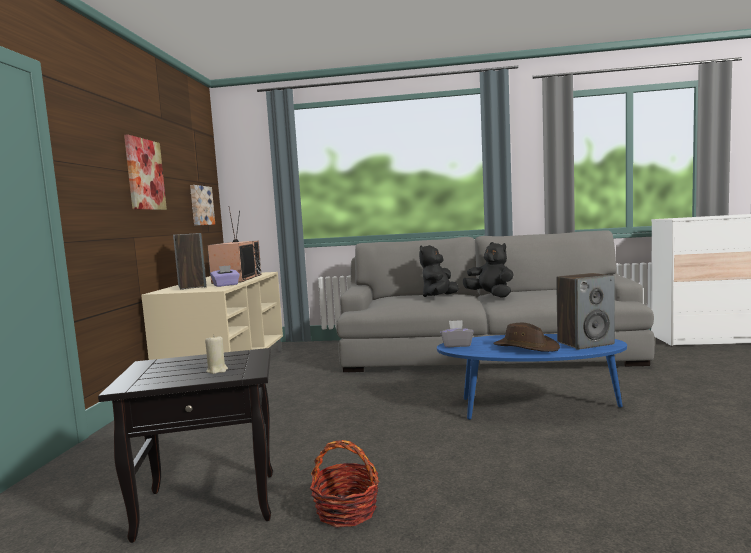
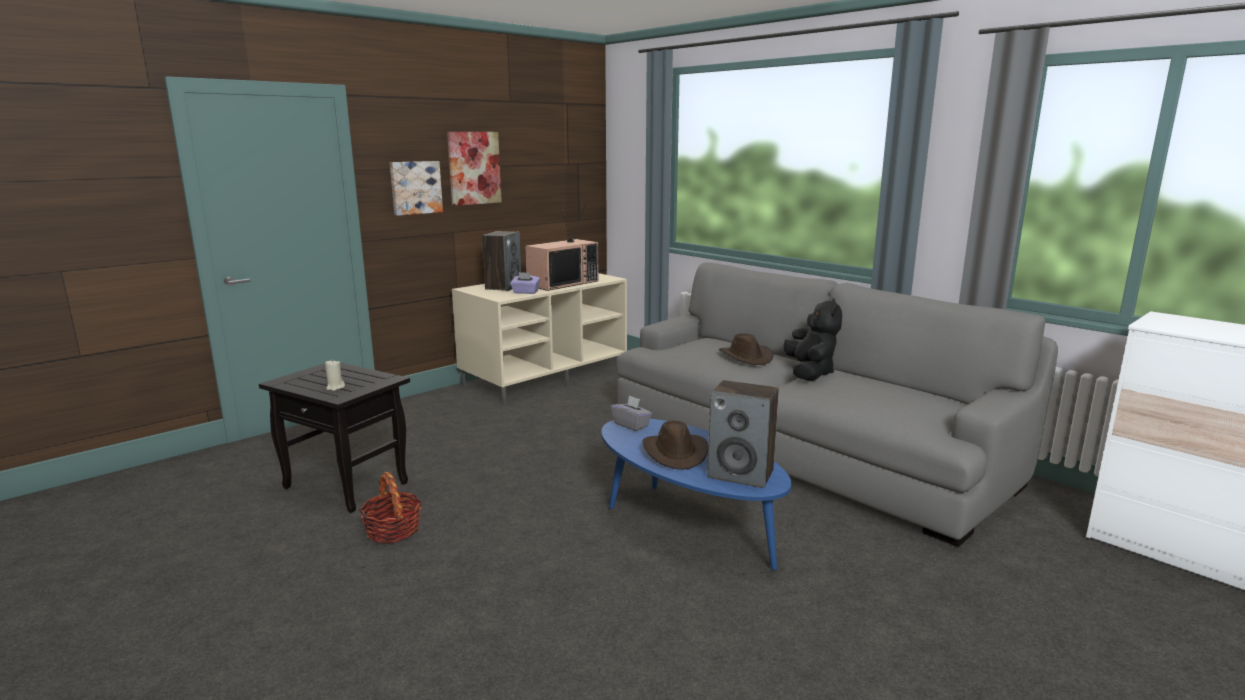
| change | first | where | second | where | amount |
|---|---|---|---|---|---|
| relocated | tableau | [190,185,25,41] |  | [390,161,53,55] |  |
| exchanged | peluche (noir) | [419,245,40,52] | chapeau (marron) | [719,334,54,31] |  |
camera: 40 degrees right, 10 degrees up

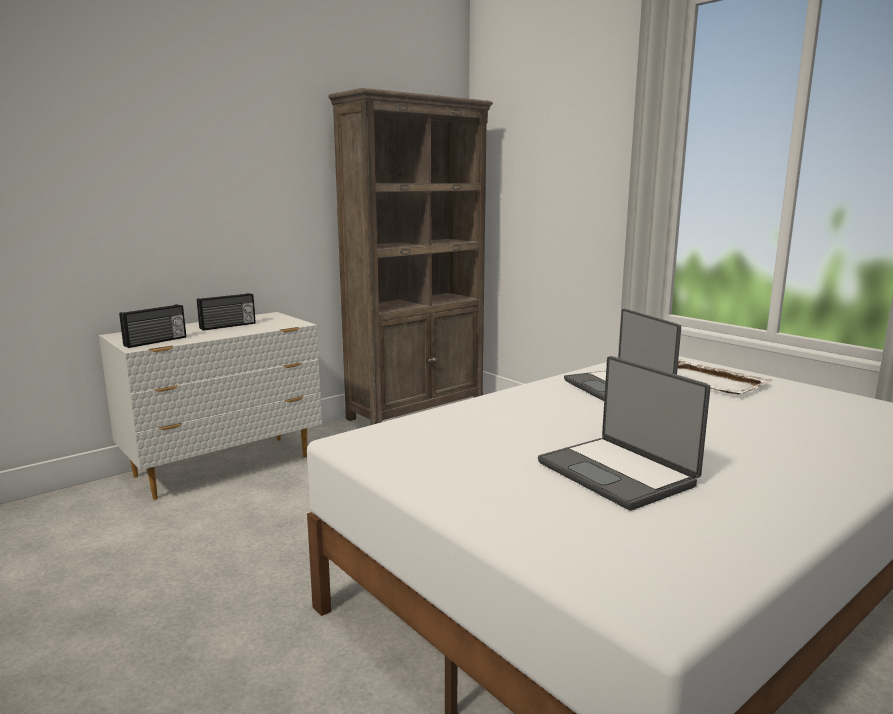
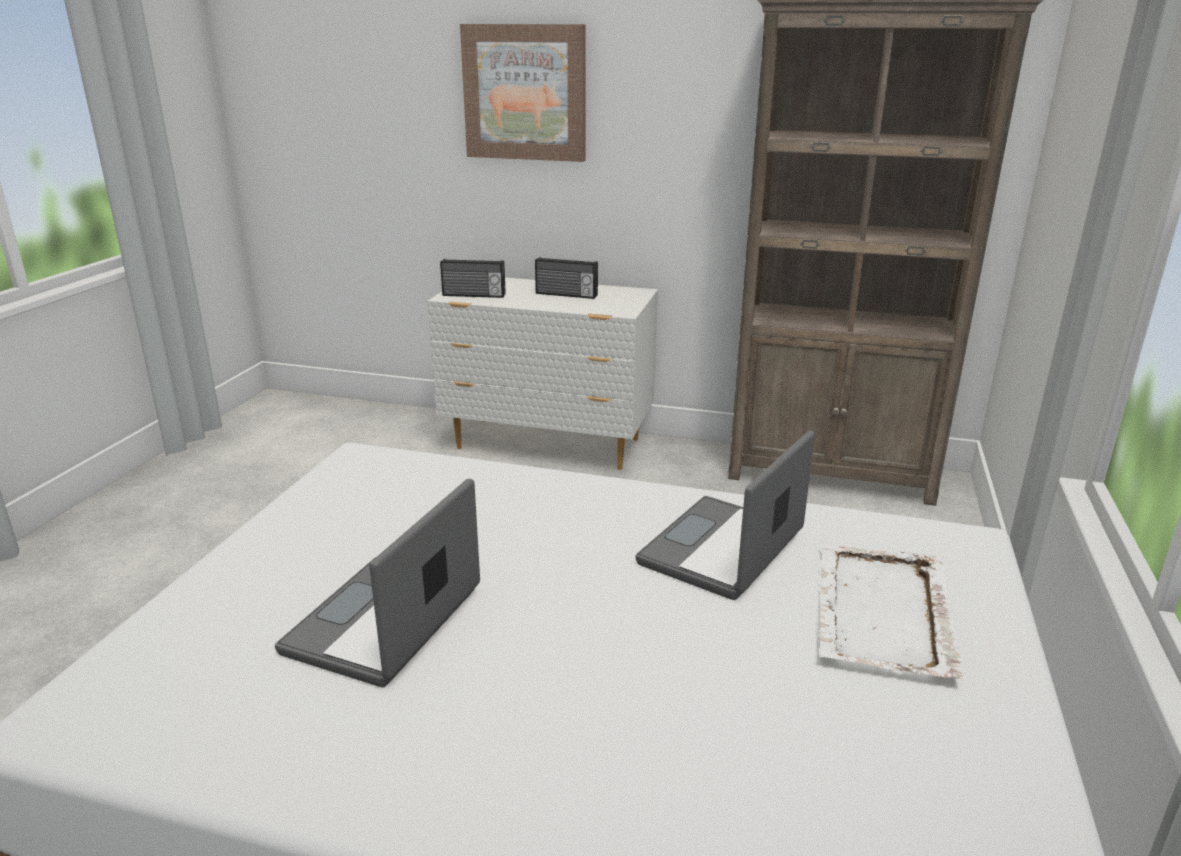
| change | first | where | second | where | amount |
|---|---|---|---|---|---|
| appeared |  |  | tableau | [460,24,126,138] |  |
camera: 55 degrees right, 10 degrees up

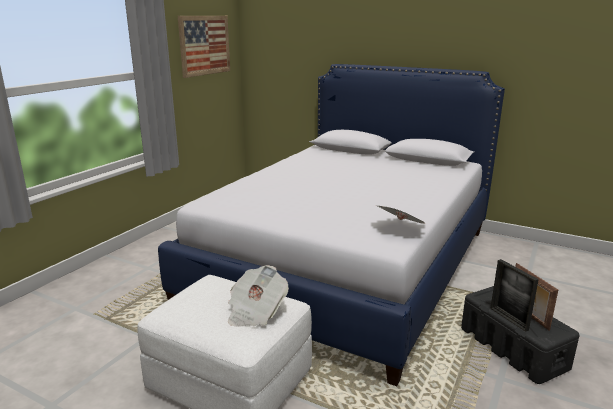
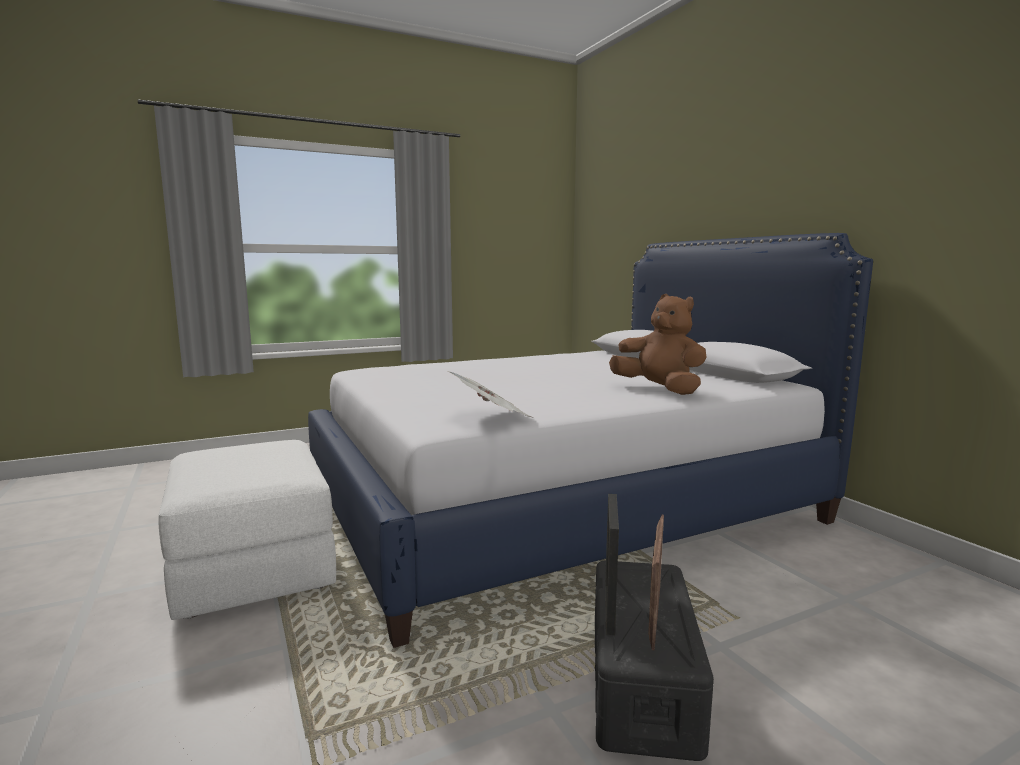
| change | first | where | second | where | amount |
|---|---|---|---|---|---|
| missing | tableau | [178,16,52,62] |  |  |  |
| missing | journal | [228,265,61,62] |  |  |  |
| appeared |  |  | peluche (marron) | [609,294,98,101] |  |
camera: 35 degrees right, 10 degrees down

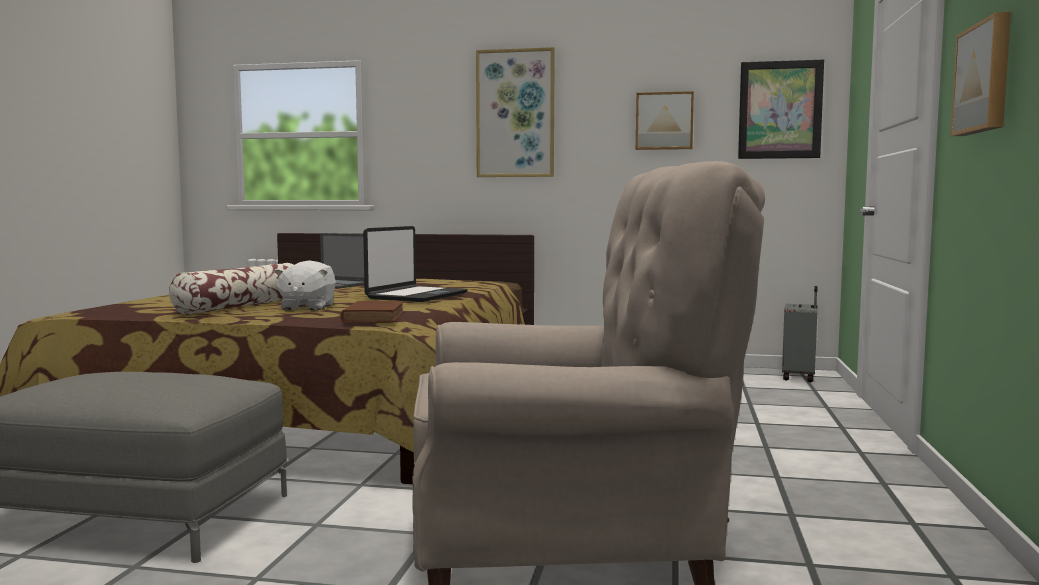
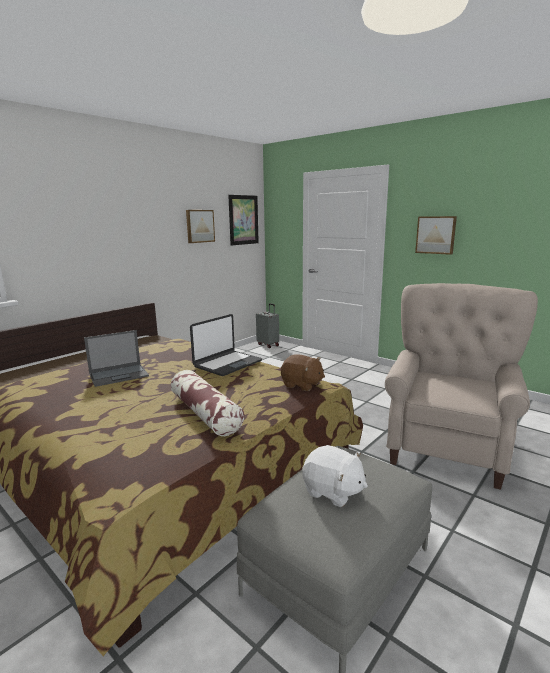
| change | first | where | second | where | amount |
|---|---|---|---|---|---|
| relocated | peluche (blanc) | [274,260,62,51] |  | [302,445,66,62] |  |
| exchanged | livre (marron) | [341,301,63,22] | peluche (marron) | [281,354,44,37] |  |
| spun | ordinateur portable | [363,226,105,76] |  | [190,314,72,62] | 75 degrees clockwise |
| missing | tableau | [476,47,79,130] |  |  |  |
camera: 60 degrees left, 10 degrees up

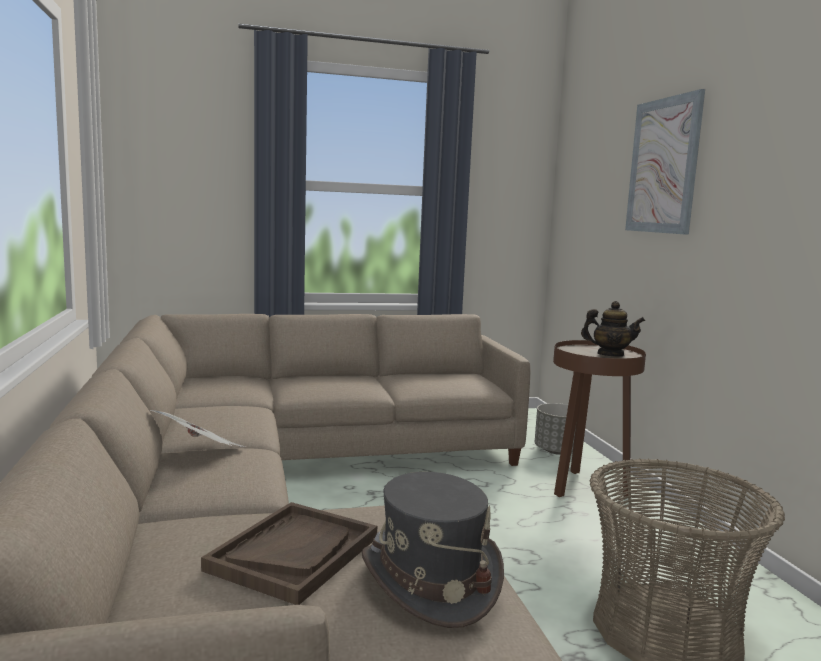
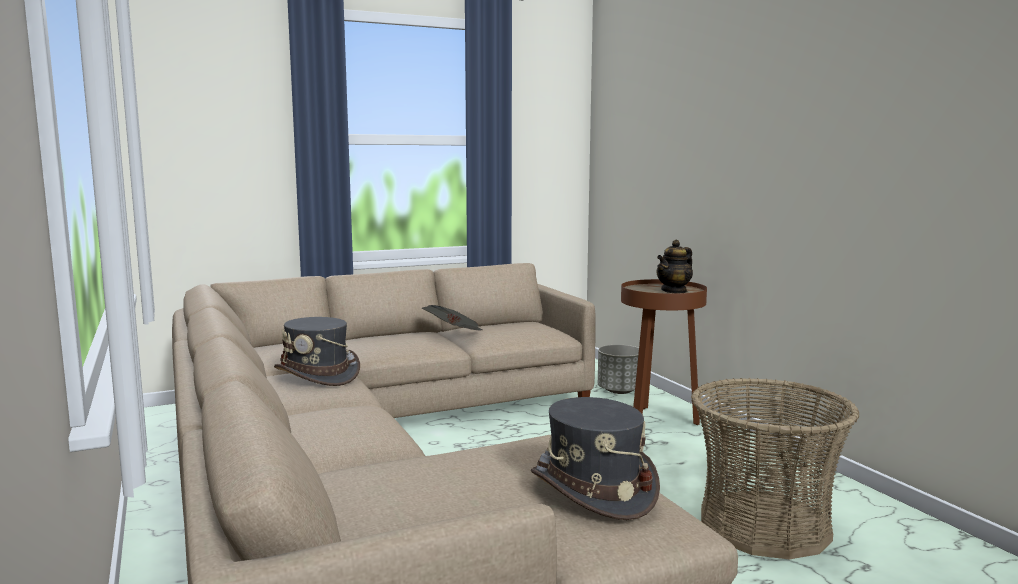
| change | first | where | second | where | amount |
|---|---|---|---|---|---|
| relocated | journal | [149,410,98,37] |  | [422,305,61,25] |  |
| missing | plateau (marron) | [201,502,176,103] |  |  |  |
| spun | théière | [581,301,64,56] |  | [656,240,37,54] | 135 degrees clockwise |
| missing | tableau | [625,89,80,146] |  |  |  |
| appeared |  |  | chapeau (gris) | [274,317,86,69] |  |
camera: 10 degrees left, 0 degrees up

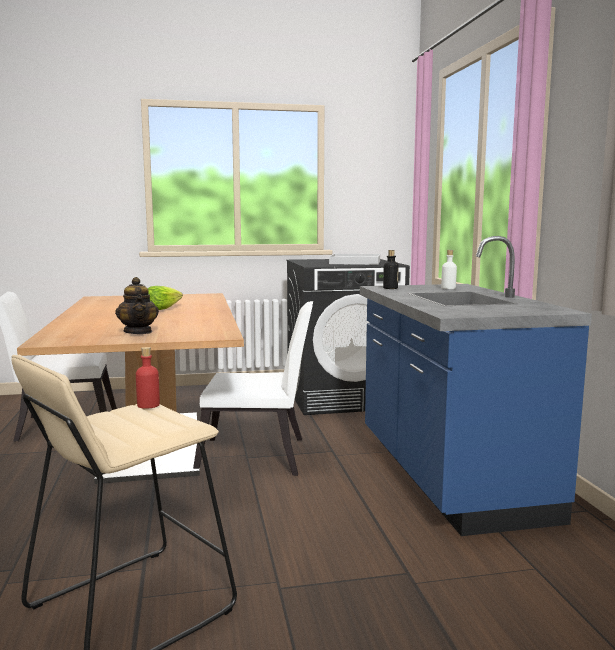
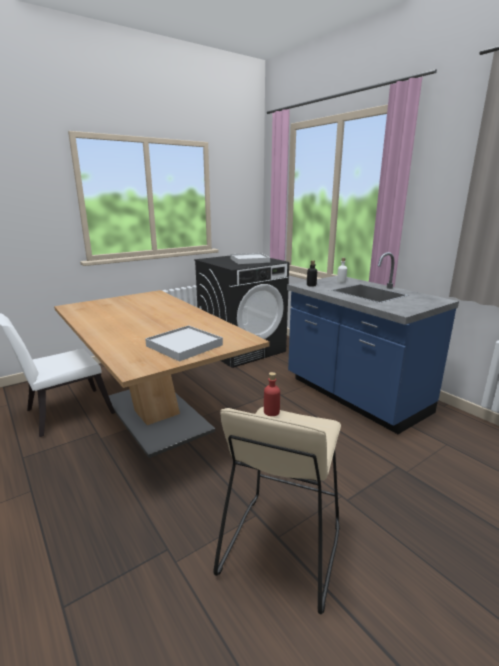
| change | first | where | second | where | amount |
|---|---|---|---|---|---|
| exchanged | théière | [115,277,44,57] | plateau (blanc) | [145,325,78,37] |  |
| missing | laitue | [148,286,35,24] |  |  |  |
| missing | chaise (blanc) | [193,301,120,175] |  |  |  |
camera: 25 degrees left, 10 degrees up

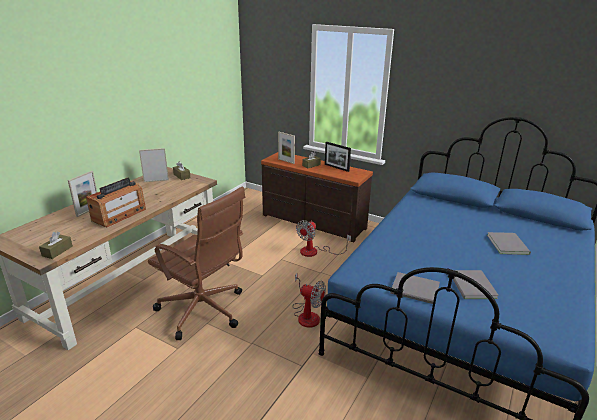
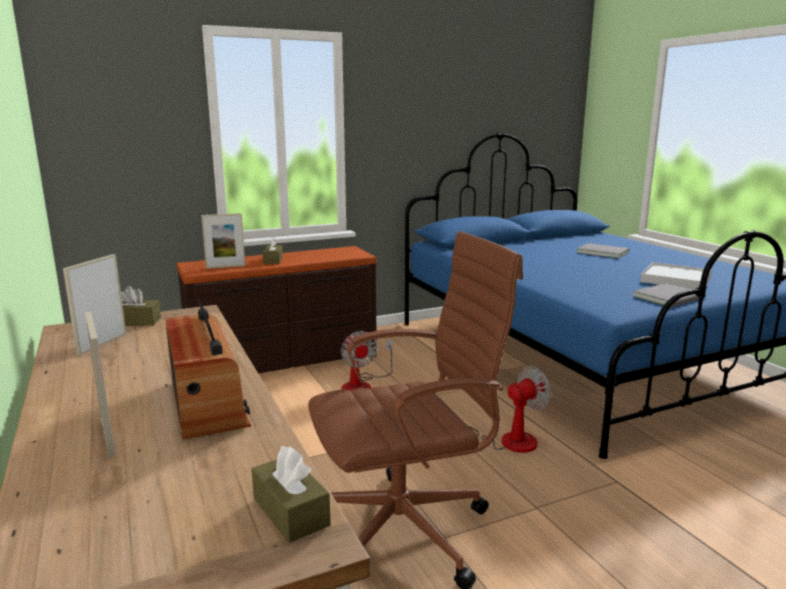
| change | first | where | second | where | amount |
|---|---|---|---|---|---|
| missing | cadre photo | [325,142,26,30] |  |  |  |
| exchanged | livre (gris) | [453,270,46,29] | plateau (blanc) | [640,262,72,27] |  |
camera: 55 degrees left, 10 degrees down

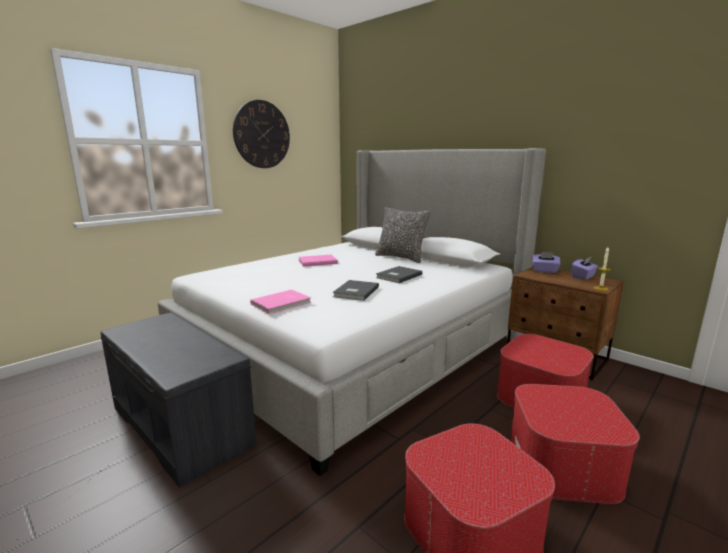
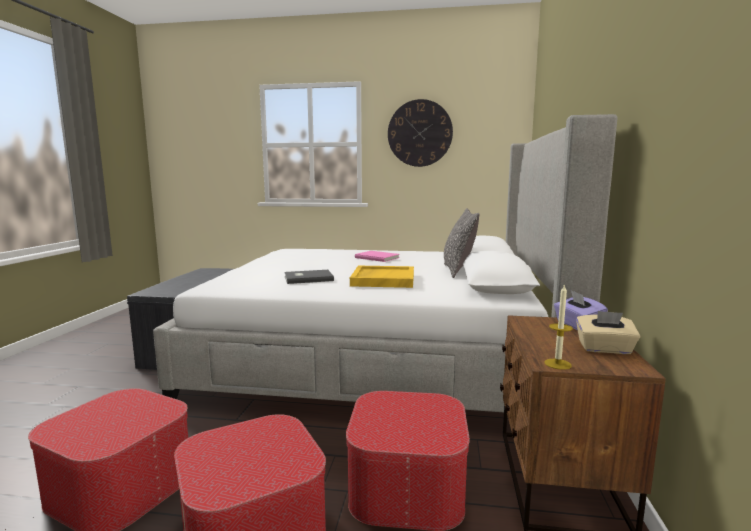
| change | first | where | second | where | amount |
|---|---|---|---|---|---|
| missing | livre (rose) | [250,290,61,24] |  |  |  |
| exchanged | livre (gris) | [376,266,46,17] | plateau (jaune) | [350,266,64,22] |  |
| colour | boîte à mouchoirs (violet) | [571,257,27,23] | boîte à mouchoirs (beige) | [576,311,64,43] |  |
camera: 55 degrees right, 5 degrees down

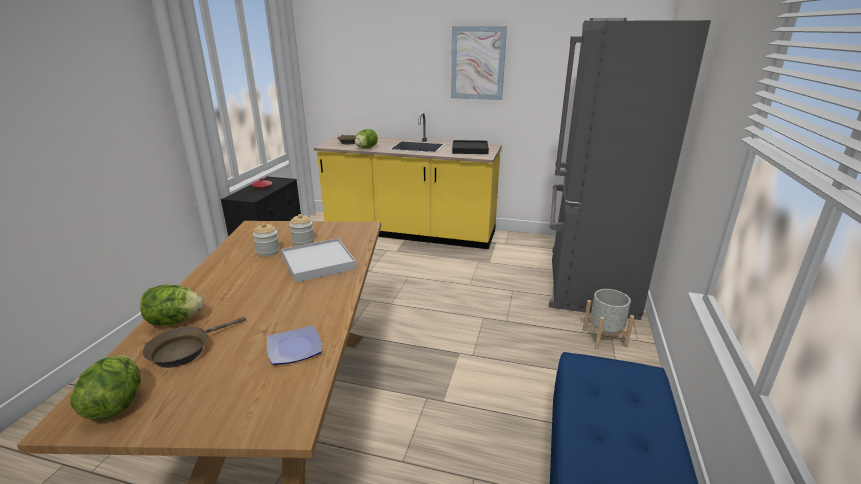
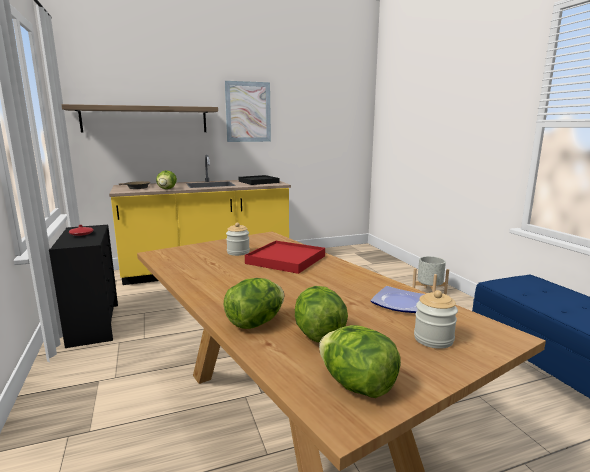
| change | first | where | second | where | amount |
|---|---|---|---|---|---|
| exchanged | poêle (marron) | [143,317,103,51] | laitue | [295,286,53,56] |  |
| relocated | bocal | [253,223,27,33] |  | [414,290,44,59] |  |
| colour | plateau (blanc) | [282,238,74,45] | plateau (rouge) | [245,241,80,33] |  |
| missing | réfrigérateur (gris) | [549,18,162,302] |  |  |  |
| appeared |  |  | étagère | [61,104,157,29] |  |
camera: 35 degrees left, 10 degrees down

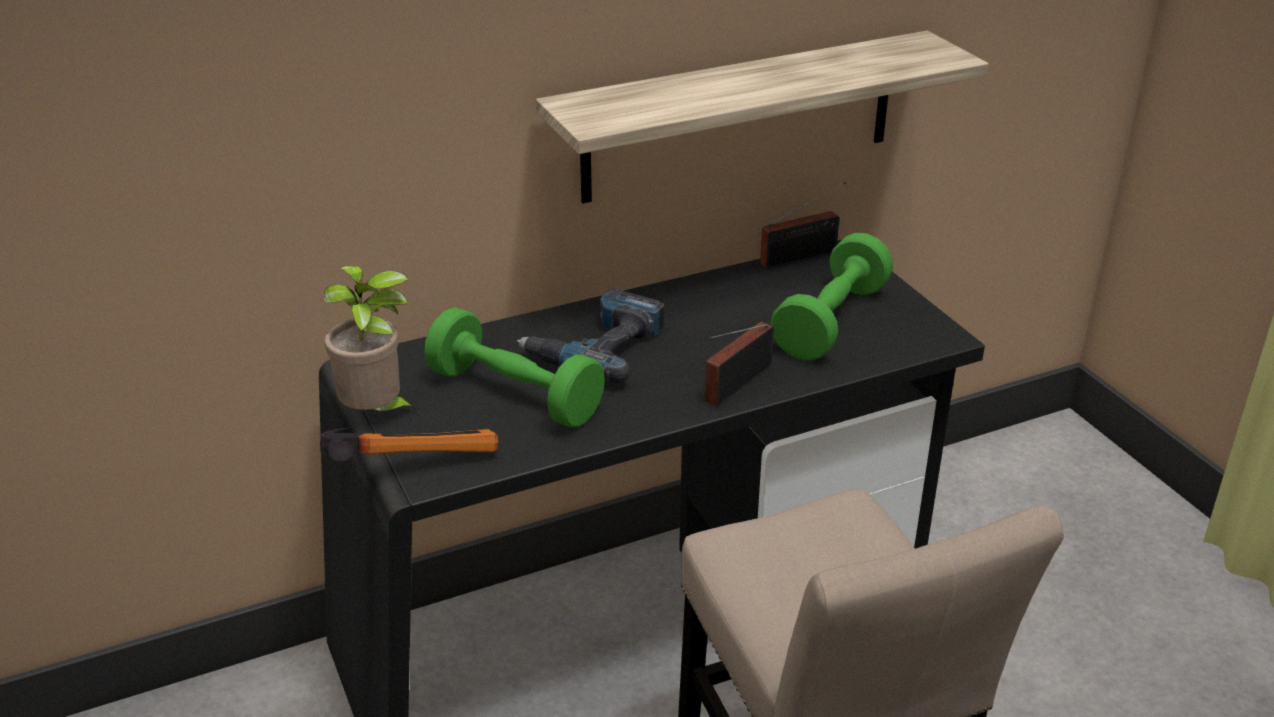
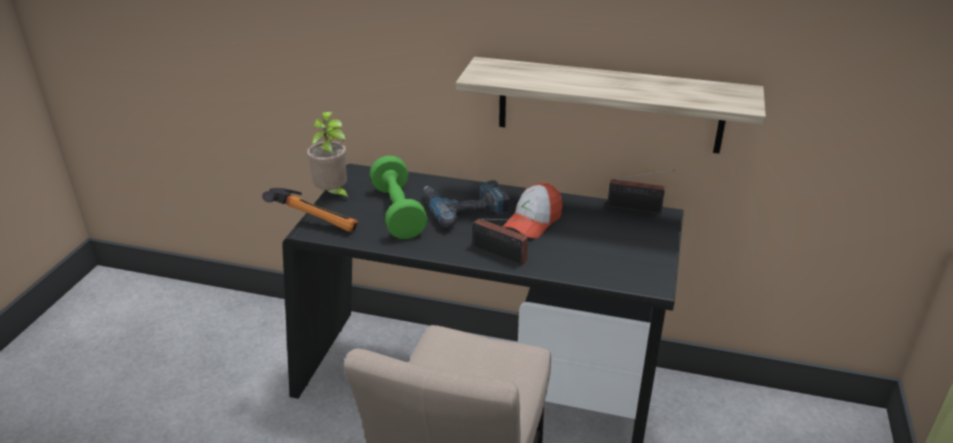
| change | first | where | second | where | amount |
|---|---|---|---|---|---|
| spun | radio | [705,322,69,84] |  | [473,218,61,48] | 135 degrees counterclockwise |
| missing | haltère (vert) | [770,233,123,128] |  |  |  |
| appeared |  |  | casquette | [502,183,61,55] |  |
camera: 40 degrees right, 0 degrees up

